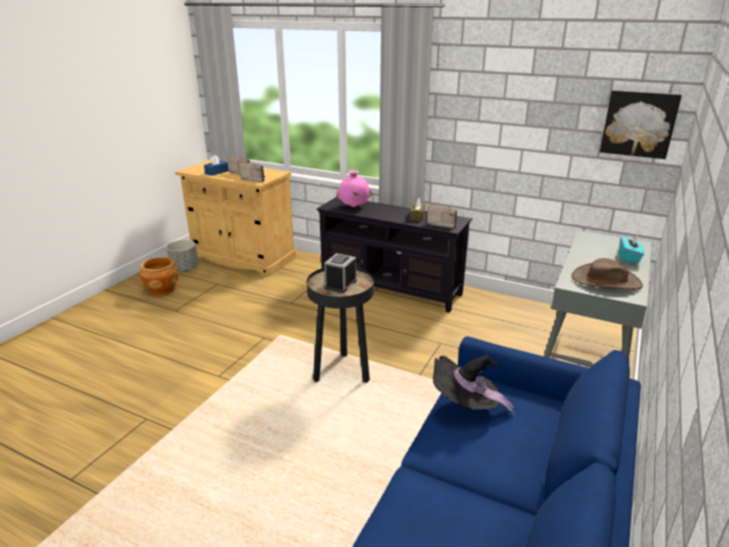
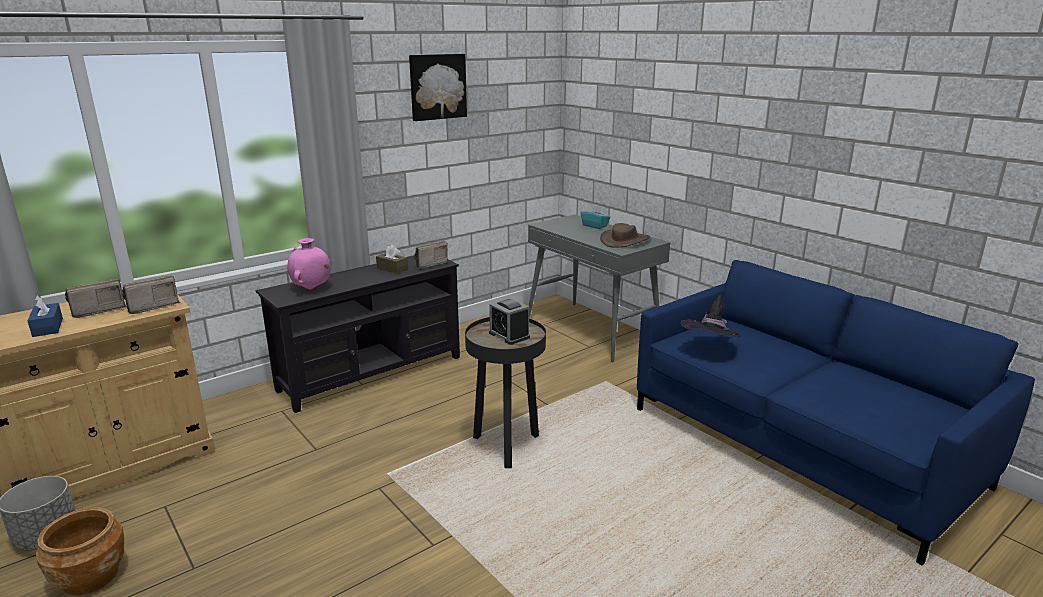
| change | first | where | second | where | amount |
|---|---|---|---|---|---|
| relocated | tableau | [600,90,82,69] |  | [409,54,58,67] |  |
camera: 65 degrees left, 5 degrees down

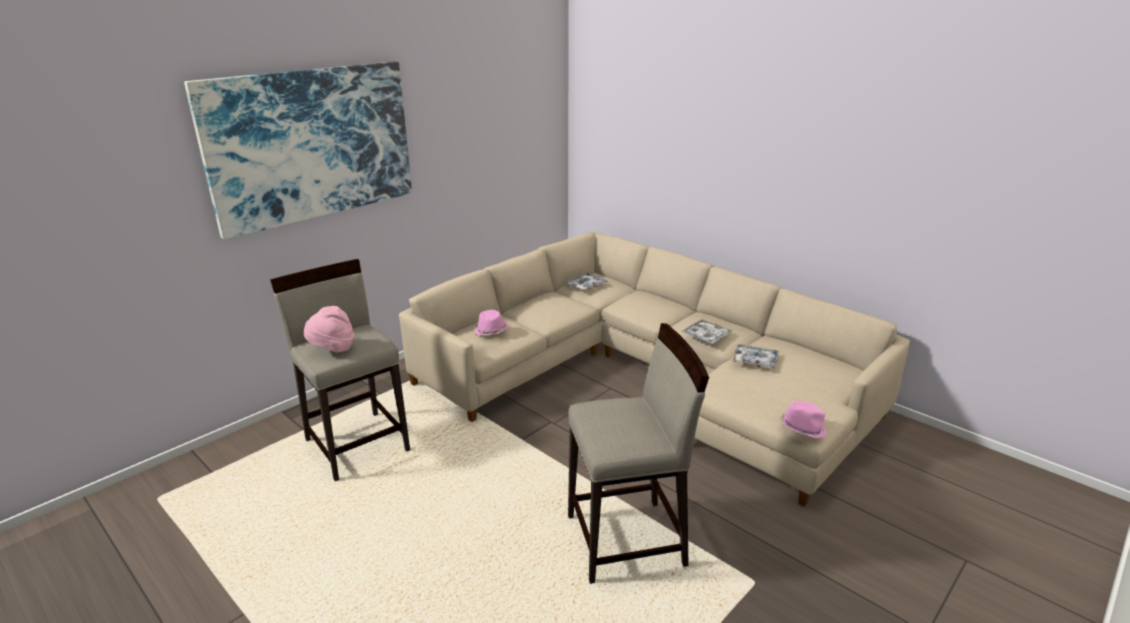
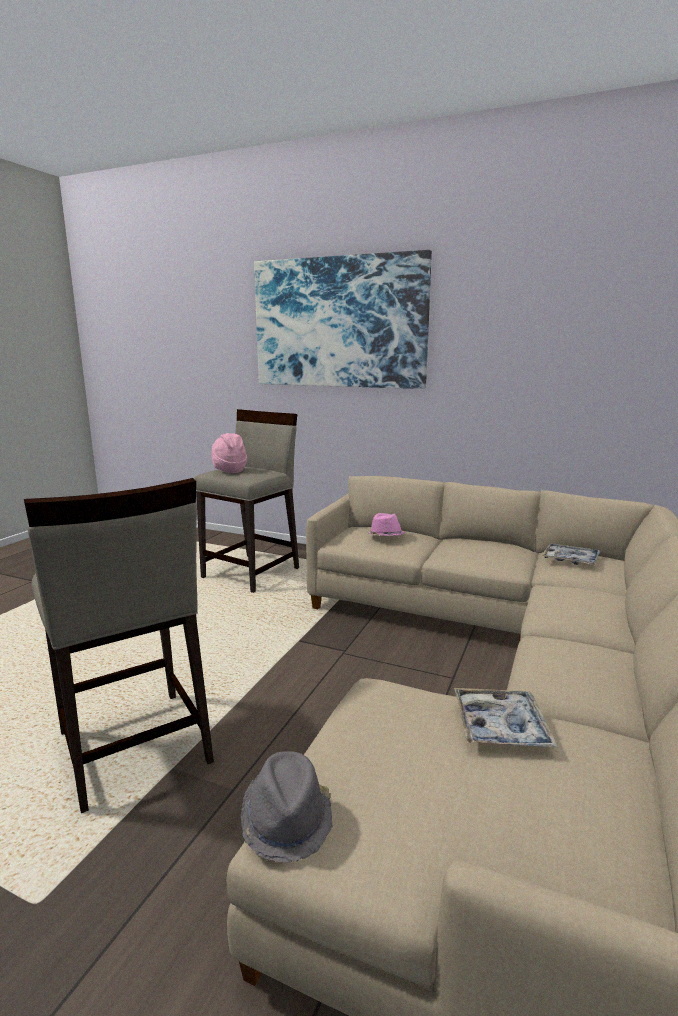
| change | first | where | second | where | amount |
|---|---|---|---|---|---|
| missing | plateau | [681,319,51,25] |  |  |  |
| colour | chapeau (rose) | [779,401,48,37] | chapeau (gris) | [241,751,92,112] |  |
camera: 70 degrees right, 10 degrees down

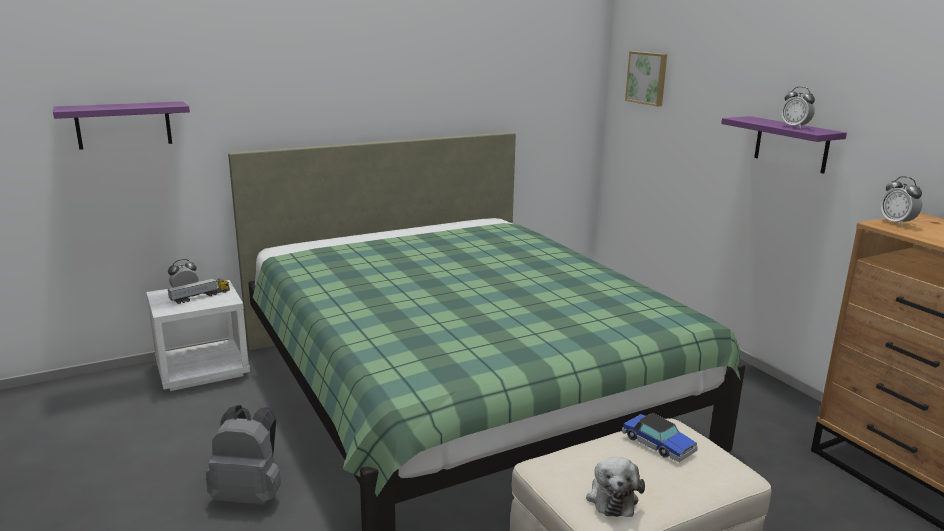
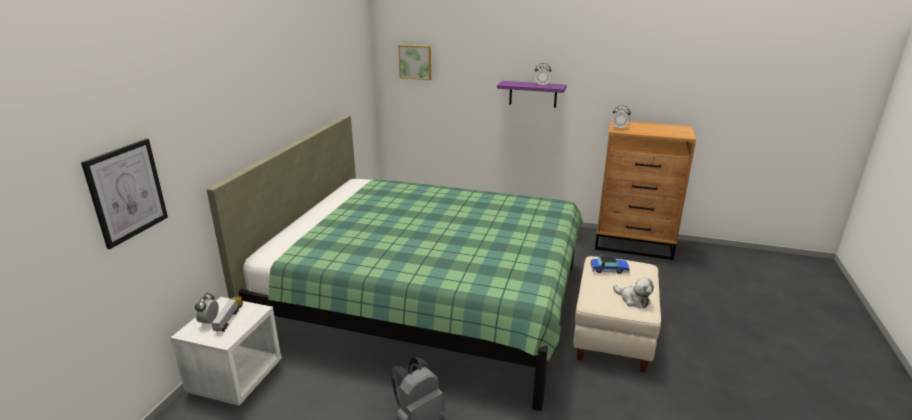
| change | first | where | second | where | amount |
|---|---|---|---|---|---|
| exchanged | étagère (violet) | [53,101,137,49] | tableau | [81,139,87,110] |  |
camera: 45 degrees left, 5 degrees up

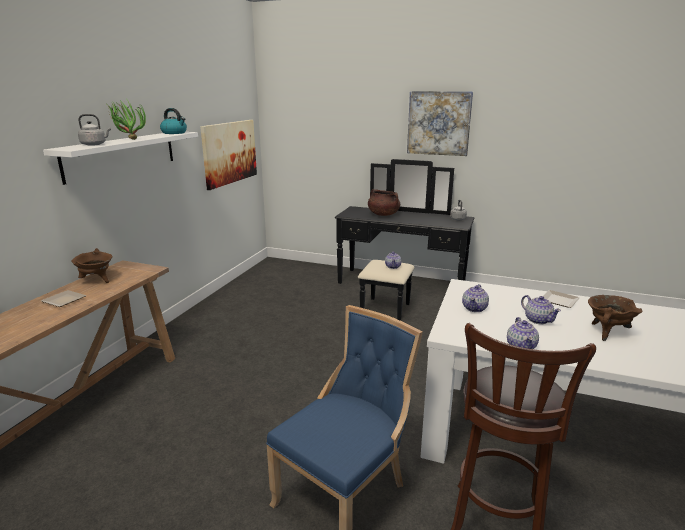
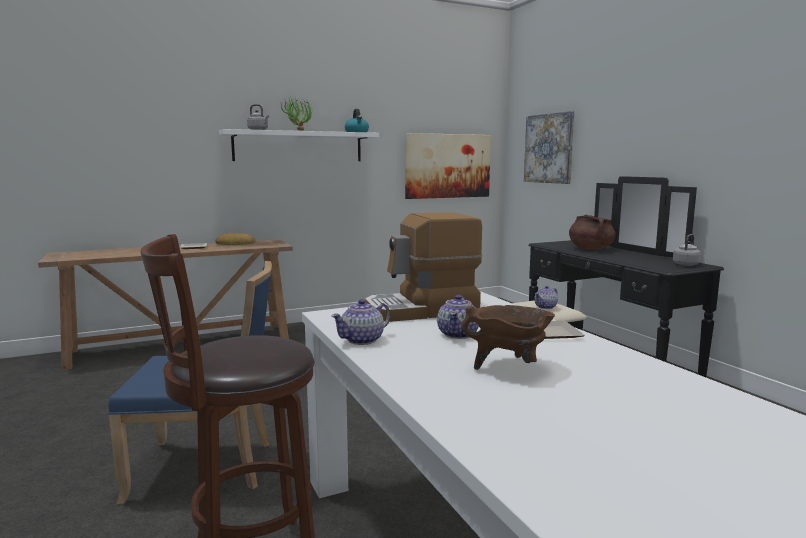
| change | first | where | second | where | amount |
|---|---|---|---|---|---|
| exchanged | marmite (marron) | [71,248,41,35] | pain | [215,233,41,12] |  |
| relocated | tableau | [407,91,66,65] |  | [524,111,51,73] |  |
| exchanged | théière | [462,284,27,28] | machine à café | [365,212,117,110] |  |
camera: 45 degrees right, 10 degrees down

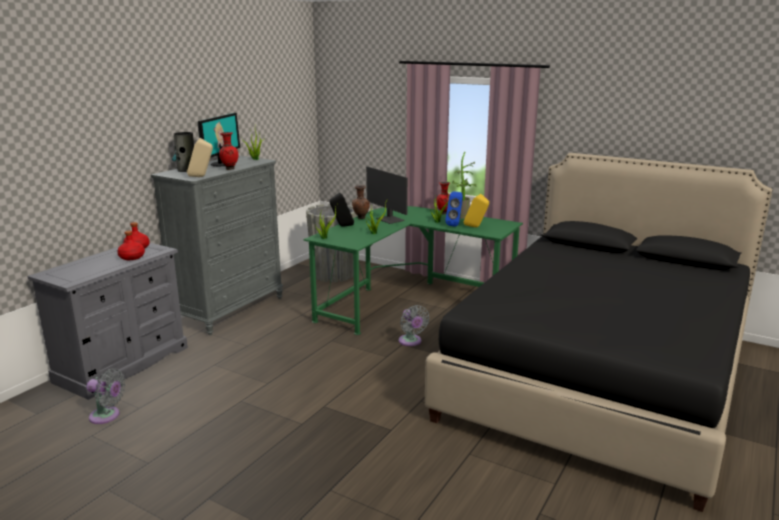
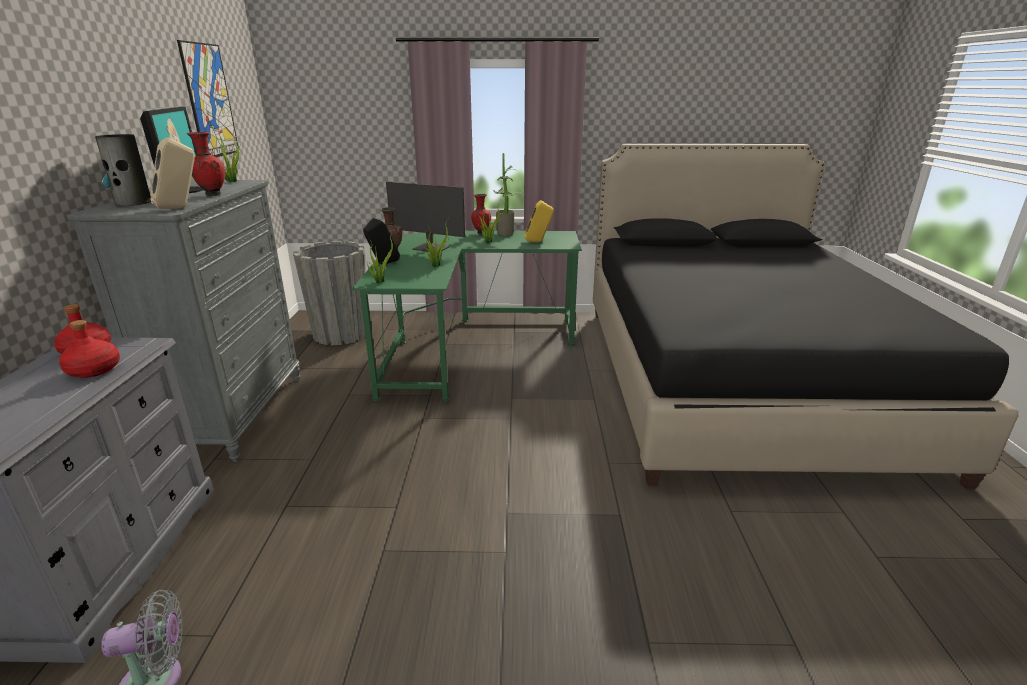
| change | first | where | second | where | amount |
|---|---|---|---|---|---|
| missing | ventilateur (gris) | [399,305,31,41] |  |  |  |
| missing | enceinte (bleu) | [445,192,18,35] |  |  |  |
| appeared |  |  | tableau | [177,40,62,117] |  |
camera: 30 degrees left, 5 degrees up

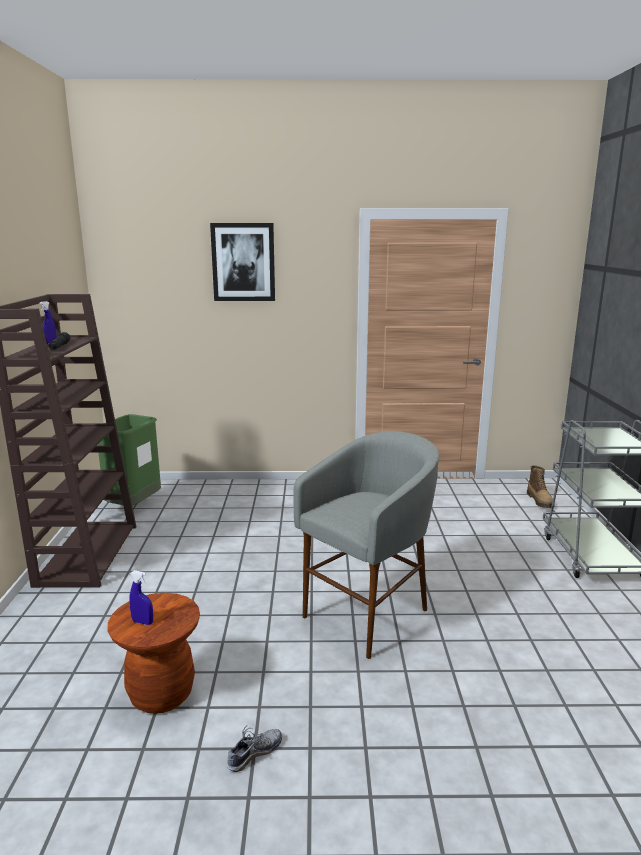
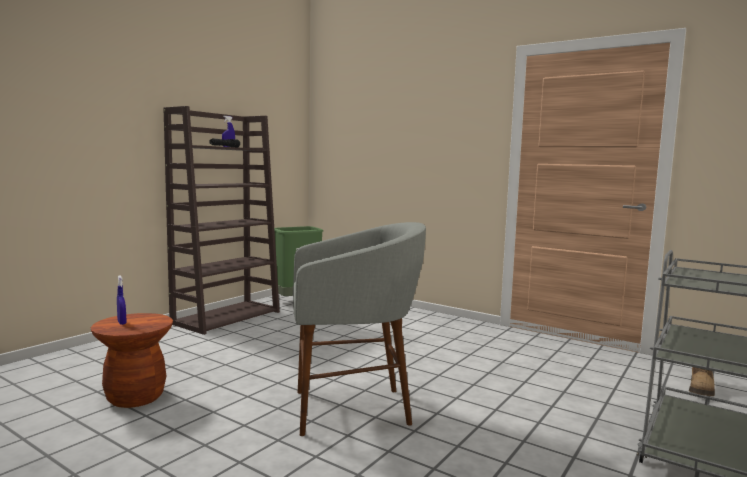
| change | first | where | second | where | amount |
|---|---|---|---|---|---|
| missing | tableau | [210,223,65,78] |  |  |  |
| missing | chaussure | [227,725,55,47] |  |  |  |
camera: 35 degrees right, 10 degrees down

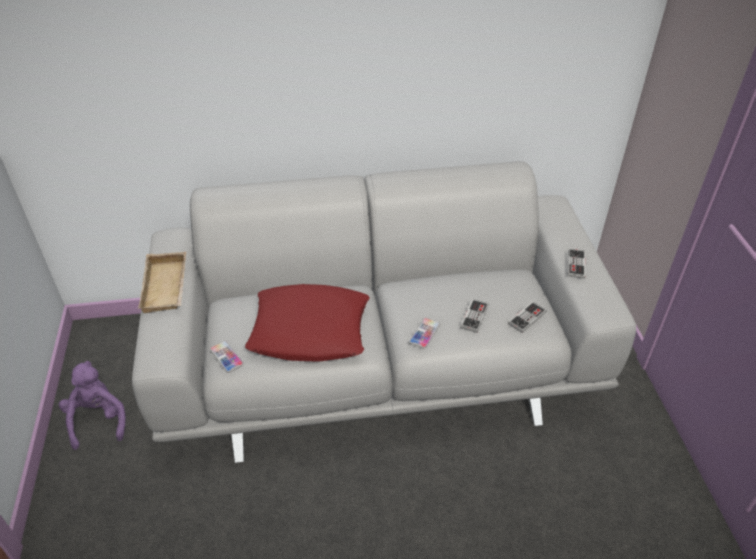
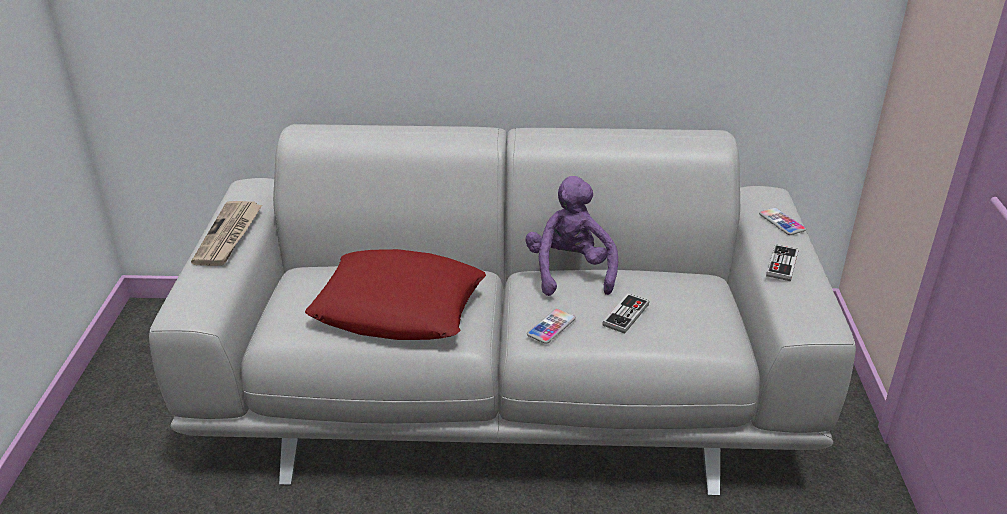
| change | first | where | second | where | amount |
|---|---|---|---|---|---|
| relocated | peluche (violet) | [59,361,67,89] |  | [525,176,93,120] |  |
| exchanged | plateau (beige) | [138,252,48,61] | journal | [191,201,71,65] |  |
| relocated | téléphone | [210,341,34,32] |  | [759,207,47,28] |  |
| missing | manette | [508,301,38,32] |  |  |  |
camera: 10 degrees right, 10 degrees down

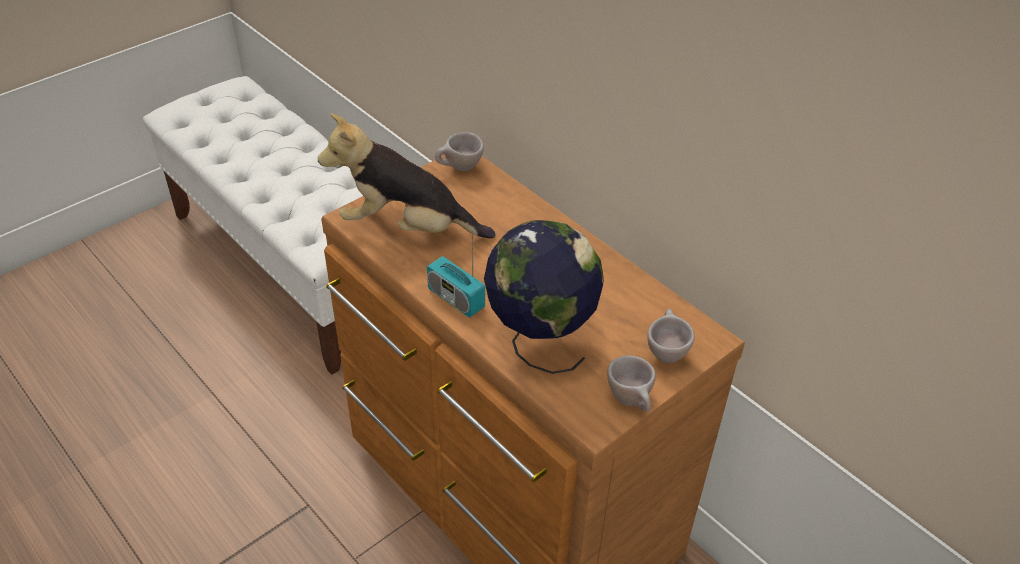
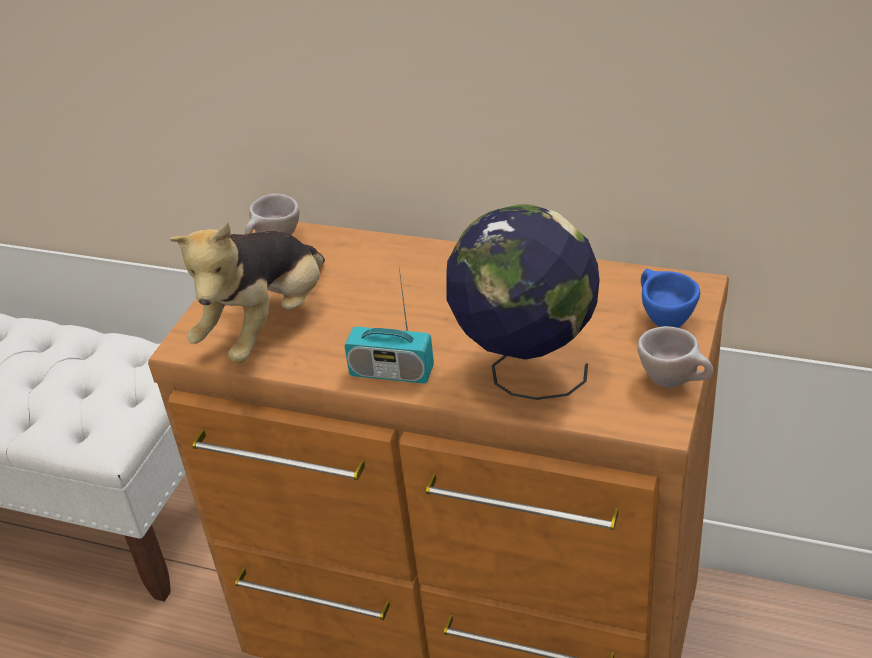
| change | first | where | second | where | amount |
|---|---|---|---|---|---|
| spun | peluche | [318,113,177,125] |  | [169,223,156,140] | 45 degrees counterclockwise |
| colour | tasse (beige) | [647,309,48,54] | tasse (bleu) | [641,269,59,59] |  |
camera: 25 degrees left, 5 degrees down

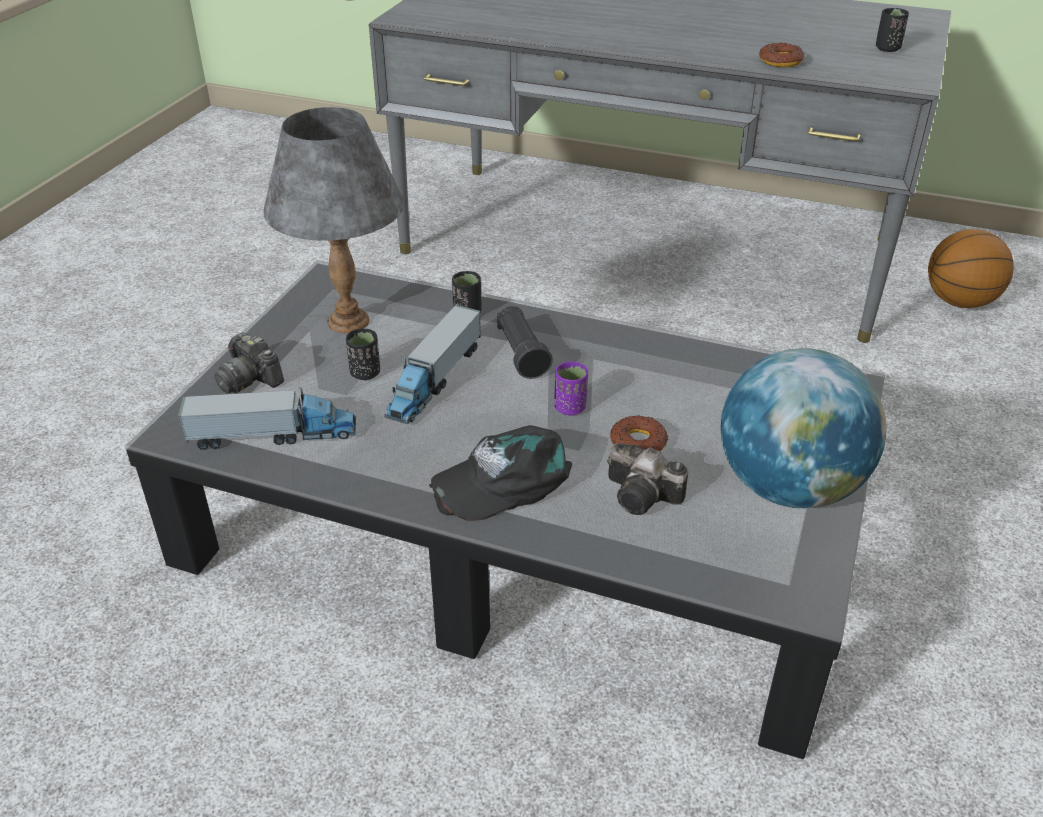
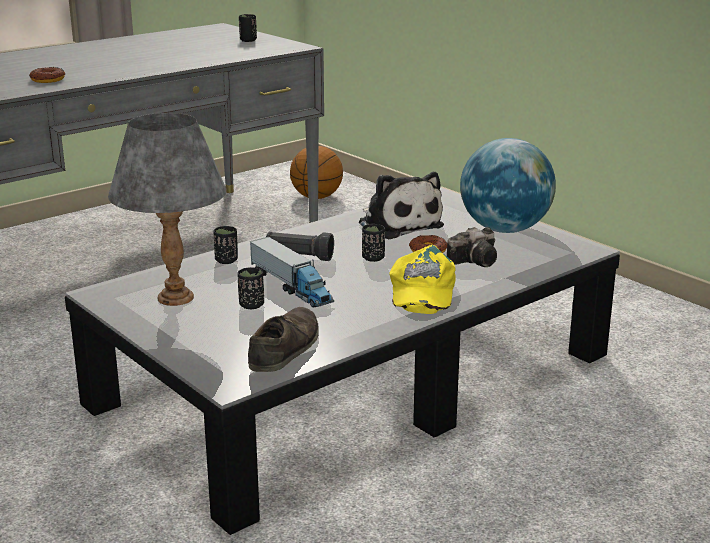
| change | first | where | second | where | amount |
|---|---|---|---|---|---|
| exchanged | camion jouet | [177,387,179,63] | chaussure (marron) | [248,307,71,65] |  |
| missing | appareil photo | [214,332,70,62] |  |  |  |
| colour | casquette (noir) | [429,425,143,96] | casquette (jaune) | [389,245,67,69] |  |
| colour | tasse (violet) | [554,361,34,54] | tasse (noir) | [362,224,23,38] |  |
| relocated | beignet | [759,42,46,25] |  | [29,67,36,16] |  |
| appeared |  |  | peluche | [359,172,85,67] |  |
camera: 60 degrees left, 15 degrees down

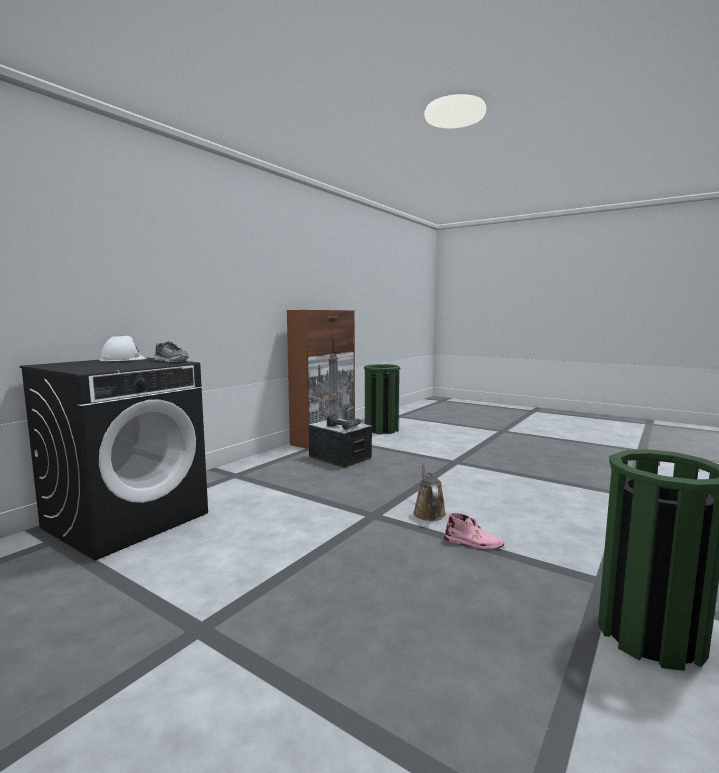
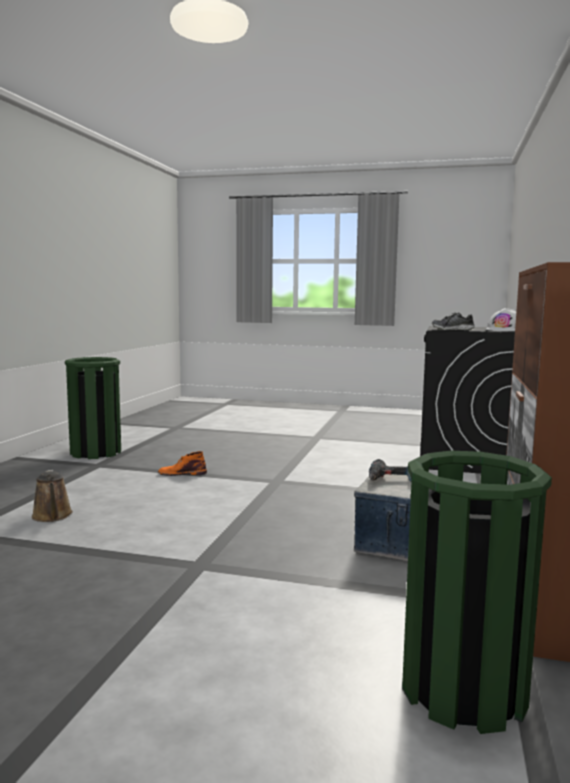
| change | first | where | second | where | amount |
|---|---|---|---|---|---|
| relocated | arrosoir (marron) | [413,459,33,62] |  | [32,470,41,52] |  |
| colour | botte (rose) | [444,513,60,37] | botte (orange) | [158,451,49,25] |  |
camera: 160 degrees right, 0 degrees up

